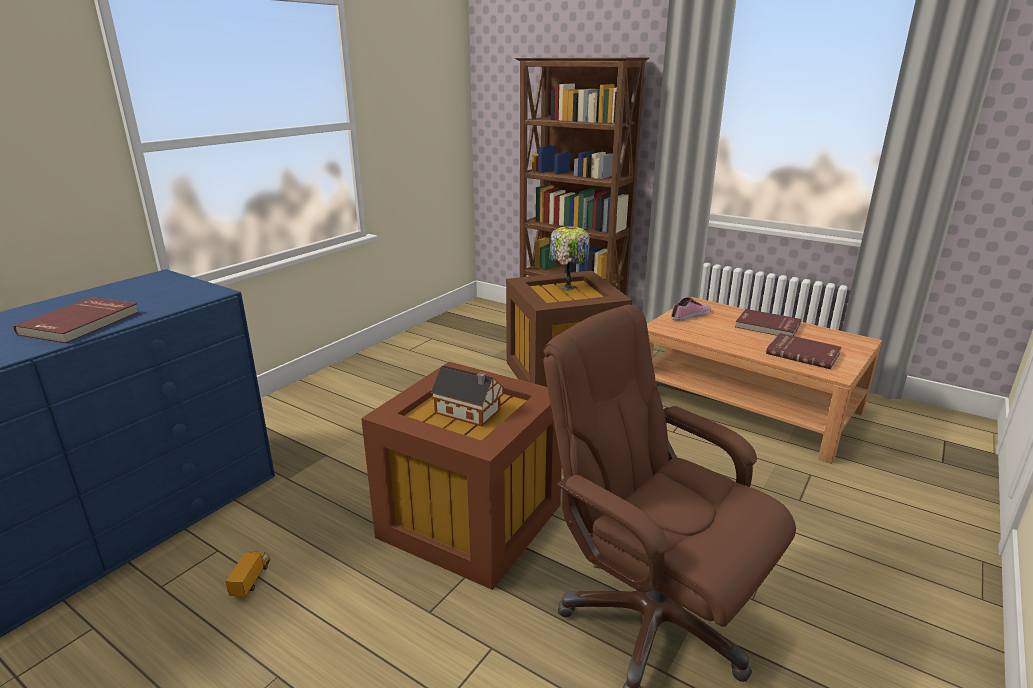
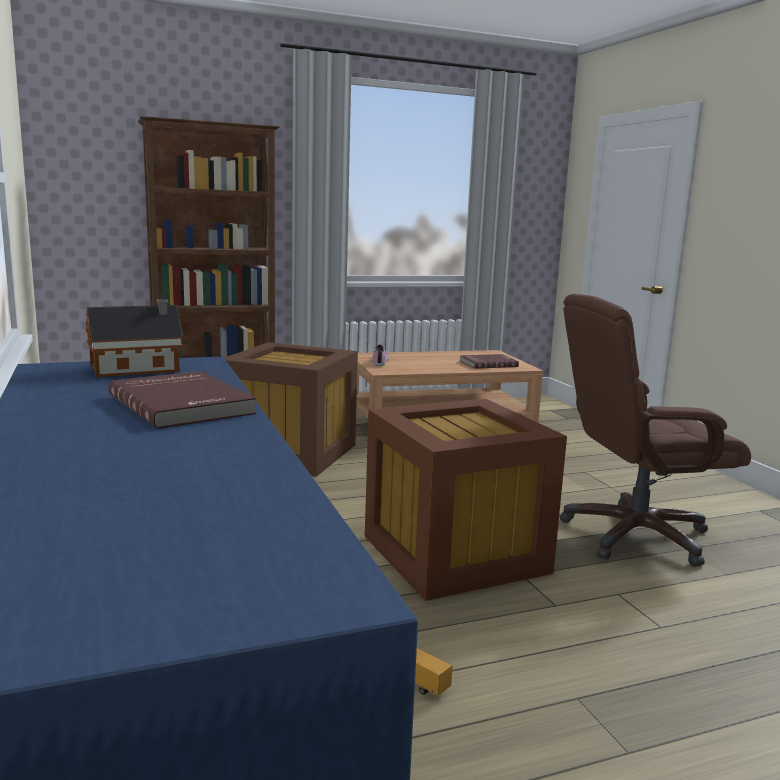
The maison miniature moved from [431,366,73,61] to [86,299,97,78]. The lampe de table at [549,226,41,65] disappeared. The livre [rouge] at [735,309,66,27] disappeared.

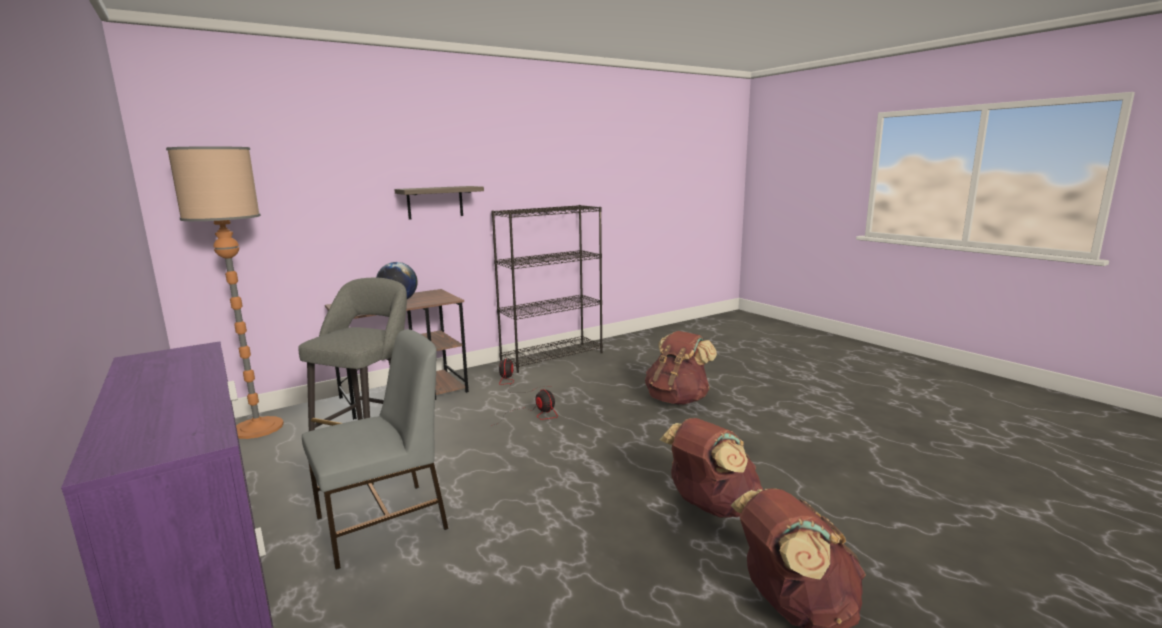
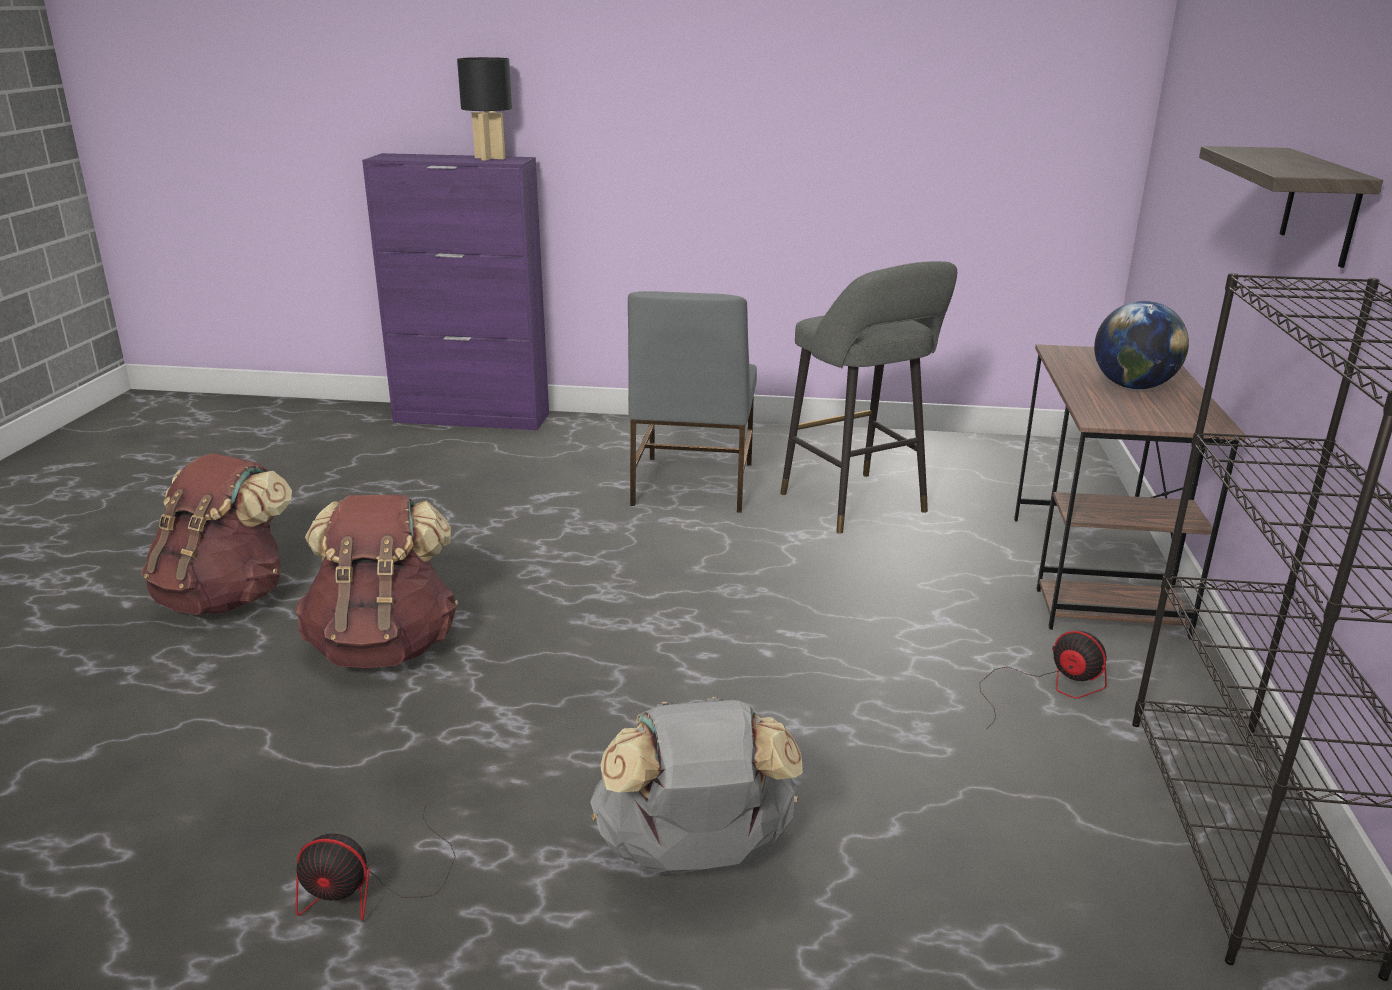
The ventilateur moved from [491,389,67,37] to [295,799,161,122]. The lampe de table [noir] at [457,57,55,104] appeared. The sac à dos [marron] at [645,331,72,74] became the sac à dos [gris] at [590,697,213,177]. The lampadaire at [166,146,118,293] disappeared.

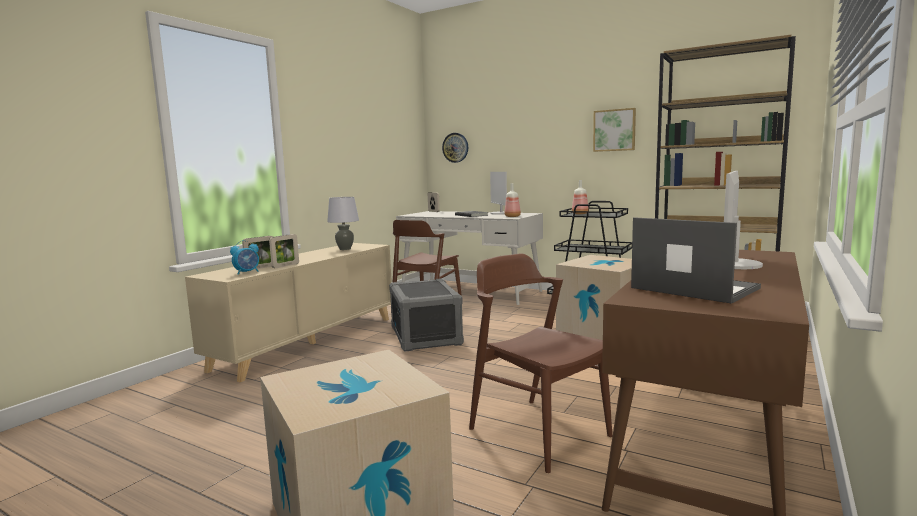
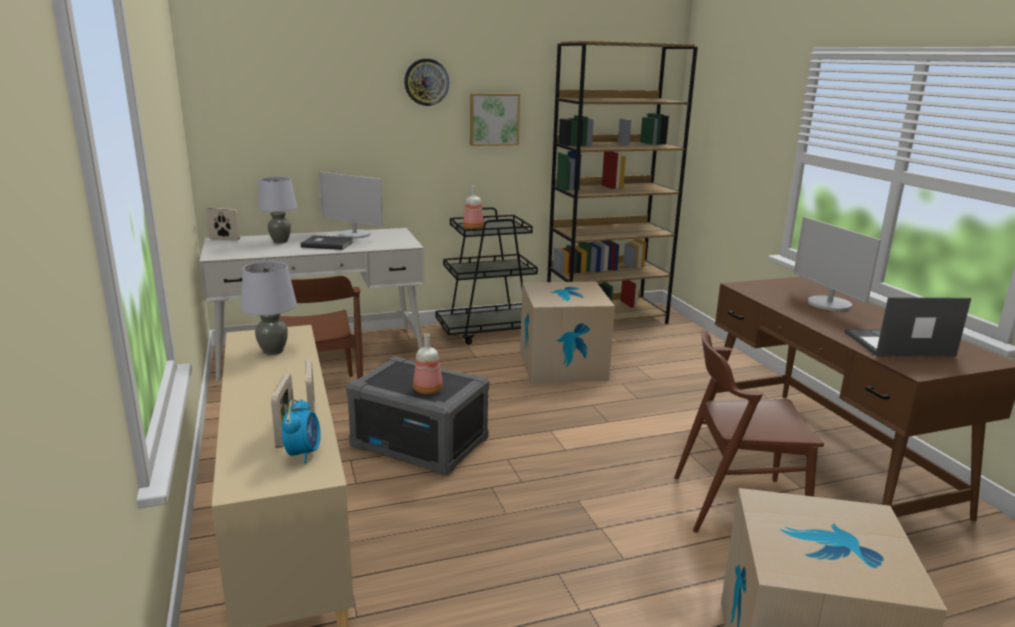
The lampe de table [gris] at [258,177,39,67] appeared. The horloge murale moved from [442,133,26,30] to [404,59,45,47]. The bouteille moved from [505,184,16,33] to [413,334,30,60].

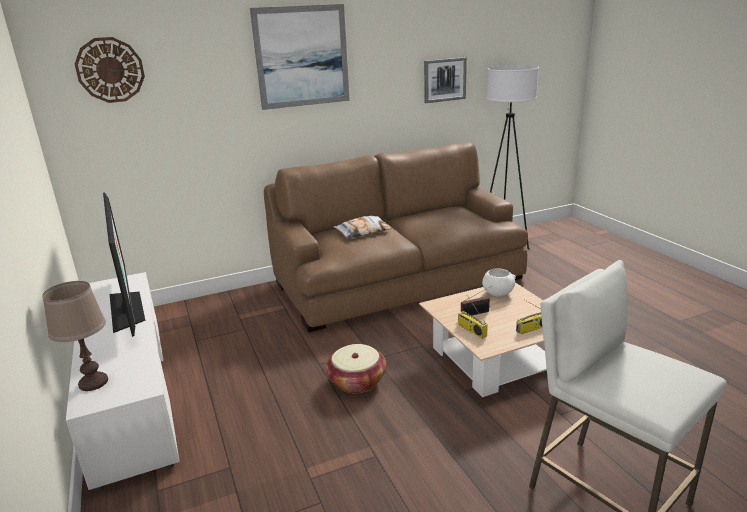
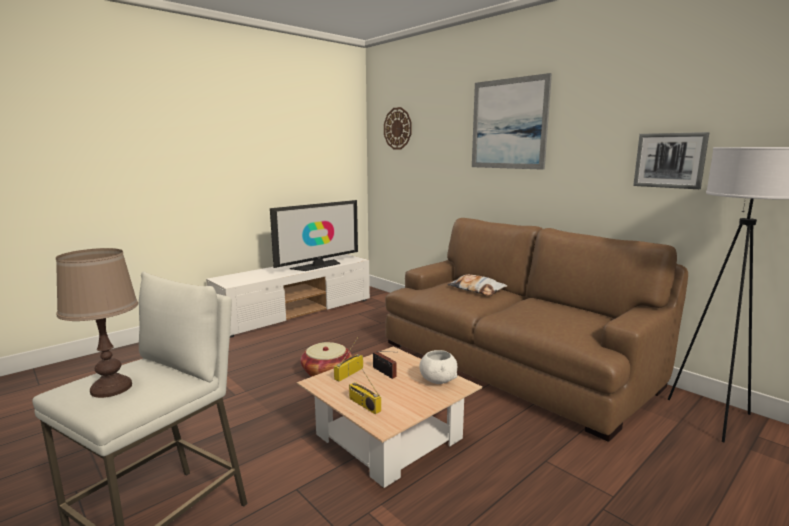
The lampe de table [marron] moved from [42,281,66,110] to [56,248,82,150].

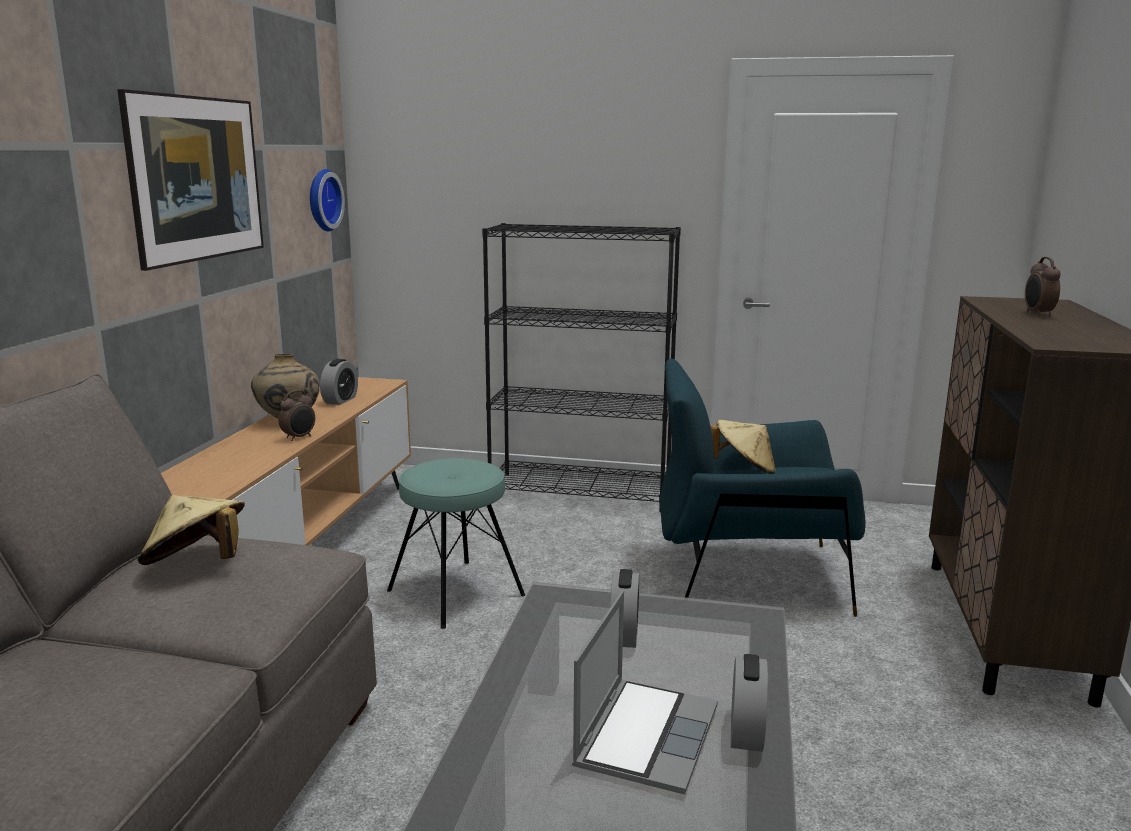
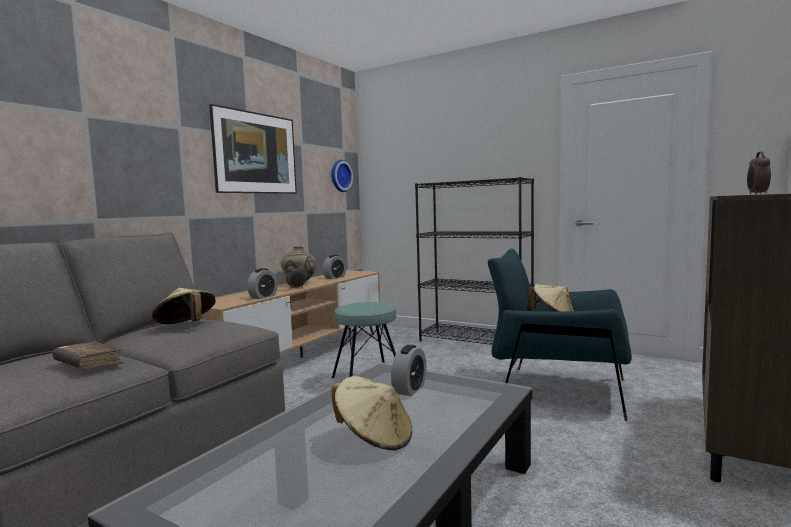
The livre [marron] at [52,341,73,28] appeared. The réveil moved from [731,654,37,98] to [247,268,31,31]. The ordinateur portable at [572,591,146,204] was replaced by the chapeau [beige] at [332,376,81,74].

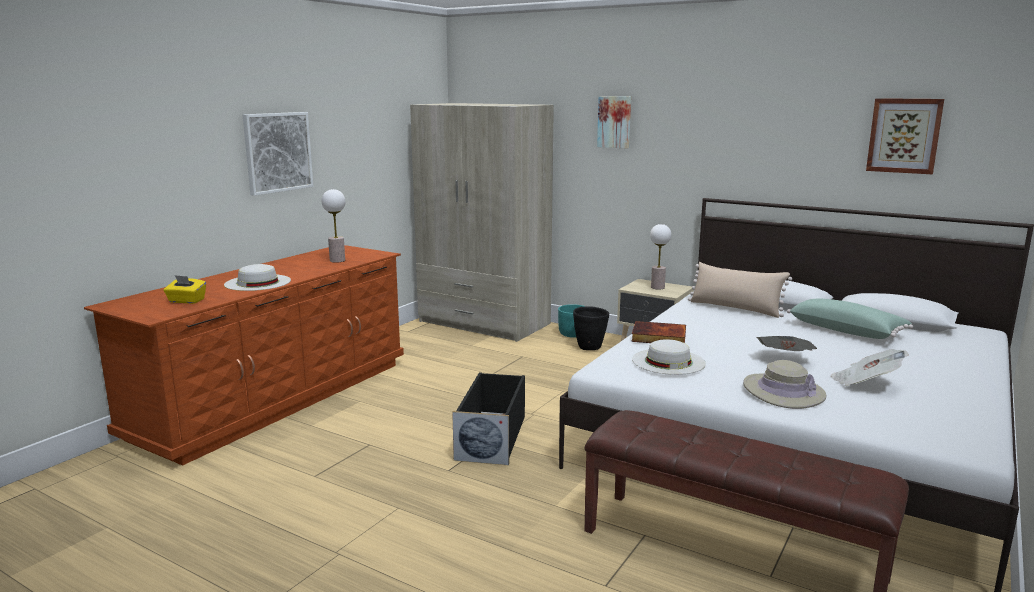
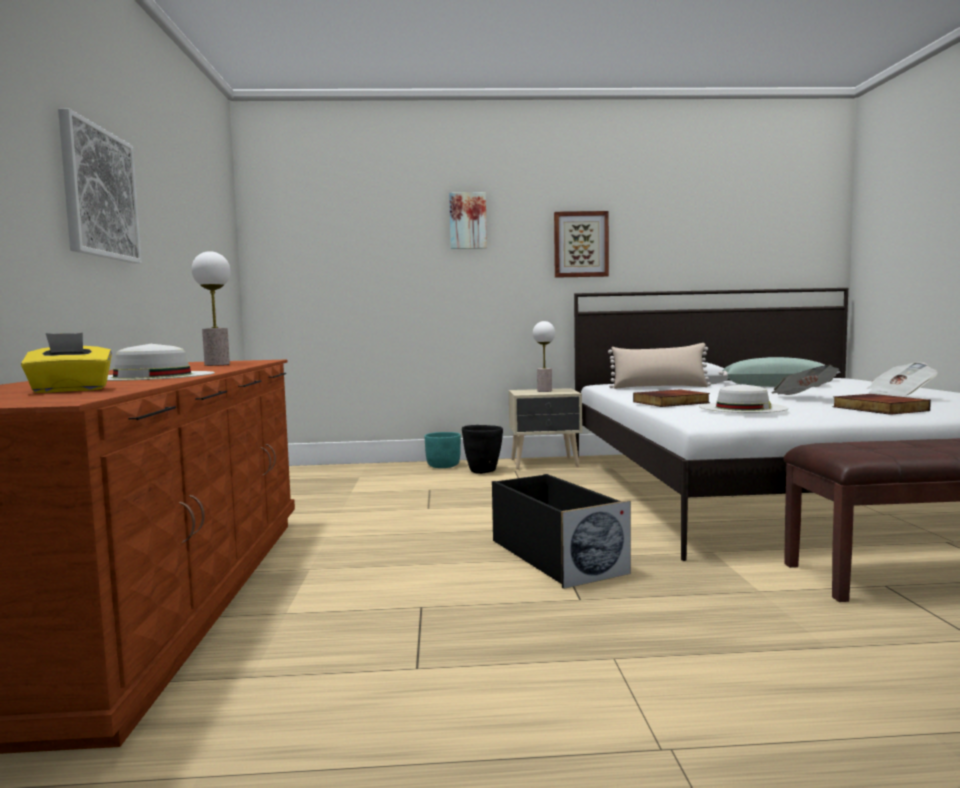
The tableau moved from [866,98,78,76] to [554,211,55,67]. The chapeau [beige] at [743,360,84,49] was replaced by the livre at [833,394,98,21]. The armoire [beige] at [410,103,144,239] disappeared.

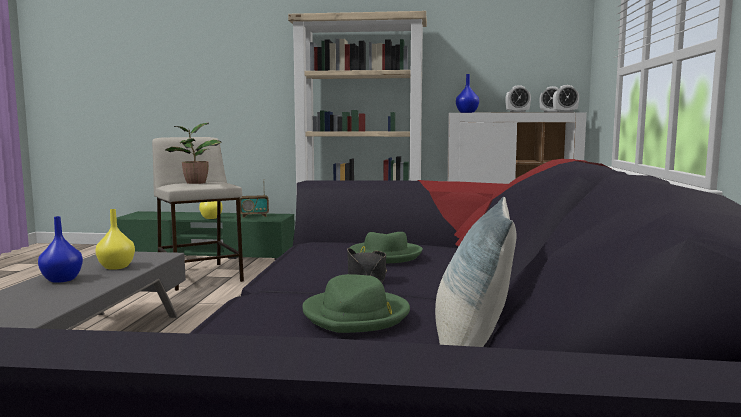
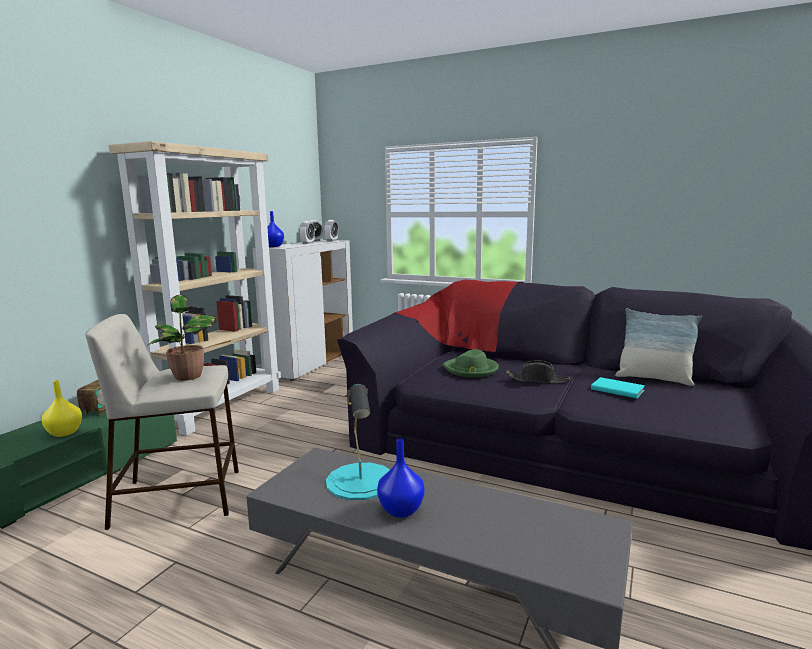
The vase [jaune] at [95,209,40,61] was replaced by the lampe de table [turquoise] at [326,384,64,116]. The chapeau [vert] at [302,274,108,59] was replaced by the livre [turquoise] at [591,377,54,21].

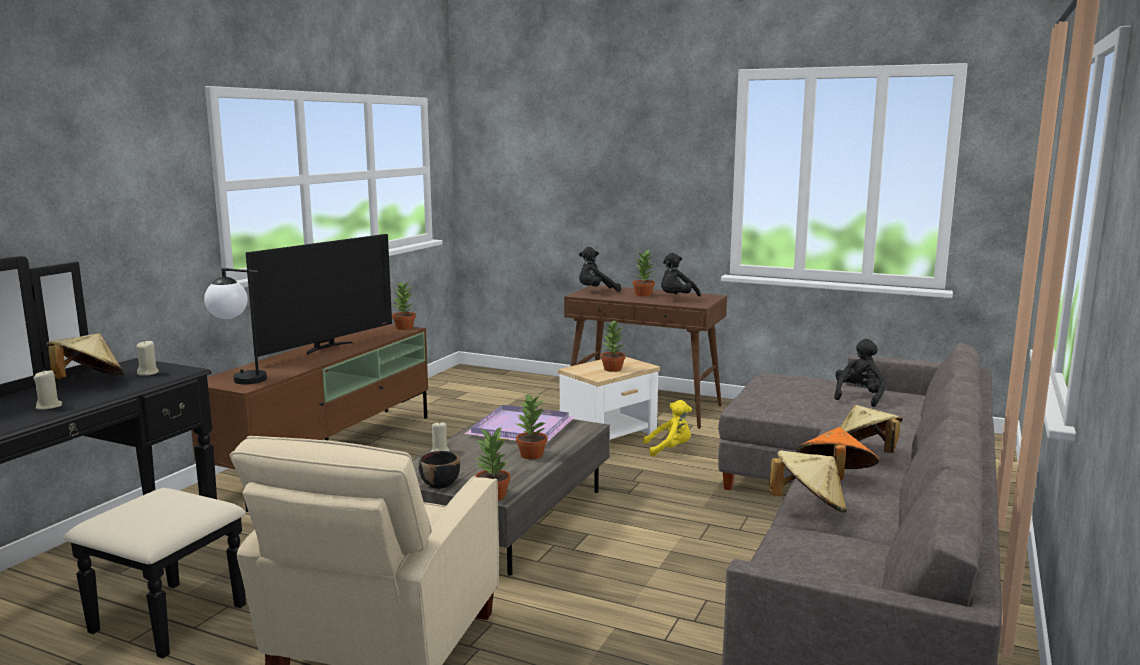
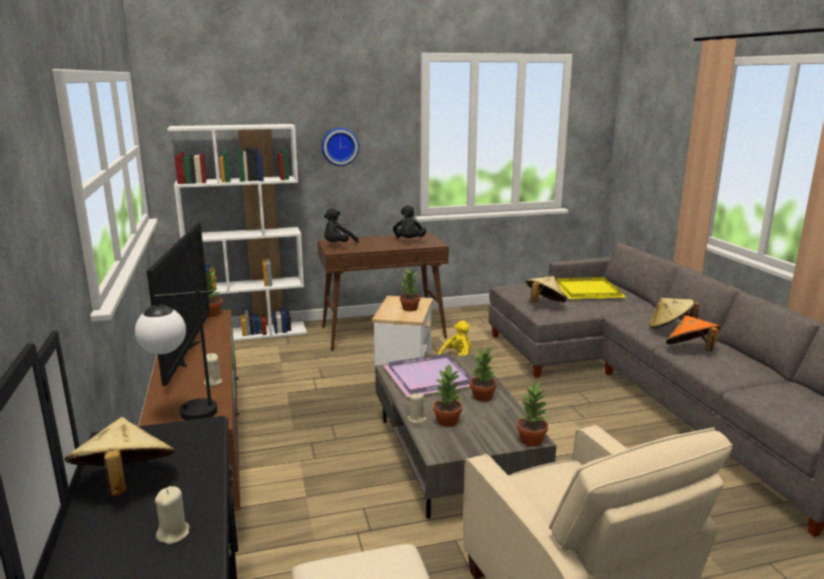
The bibliothèque [blanc] at [167,124,140,217] appeared. The bougie [beige] moved from [136,340,23,36] to [204,353,18,33]. The horloge murale at [322,128,37,38] appeared. The plante en pot moved from [633,250,22,47] to [433,364,29,63]. The chapeau [beige] moved from [769,450,78,63] to [526,276,41,27]. The peluche [noir] at [834,339,52,68] was replaced by the plateau [jaune] at [557,277,69,23]. The bol [noir] at [419,451,41,38] disappeared.

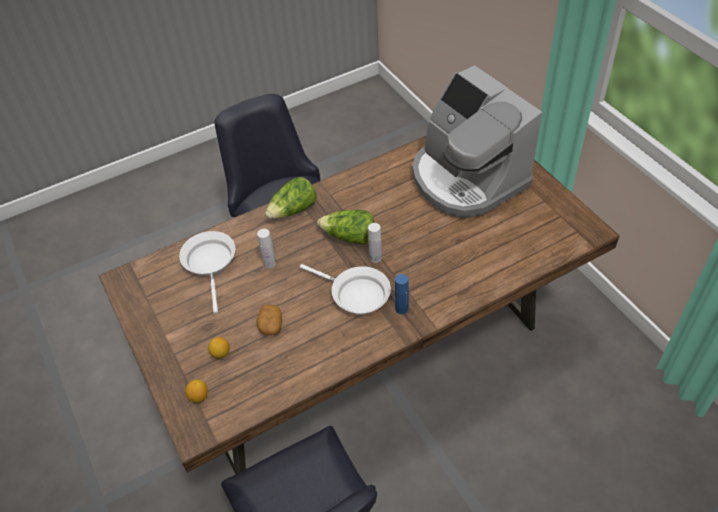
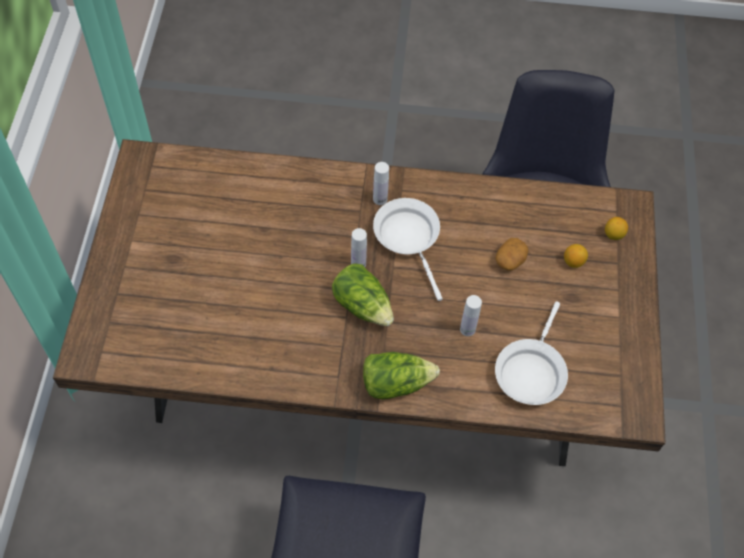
The bouteille [bleu] at [395,274,14,40] became the bouteille [blanc] at [373,162,16,43]. The machine à café at [412,65,130,154] disappeared.

